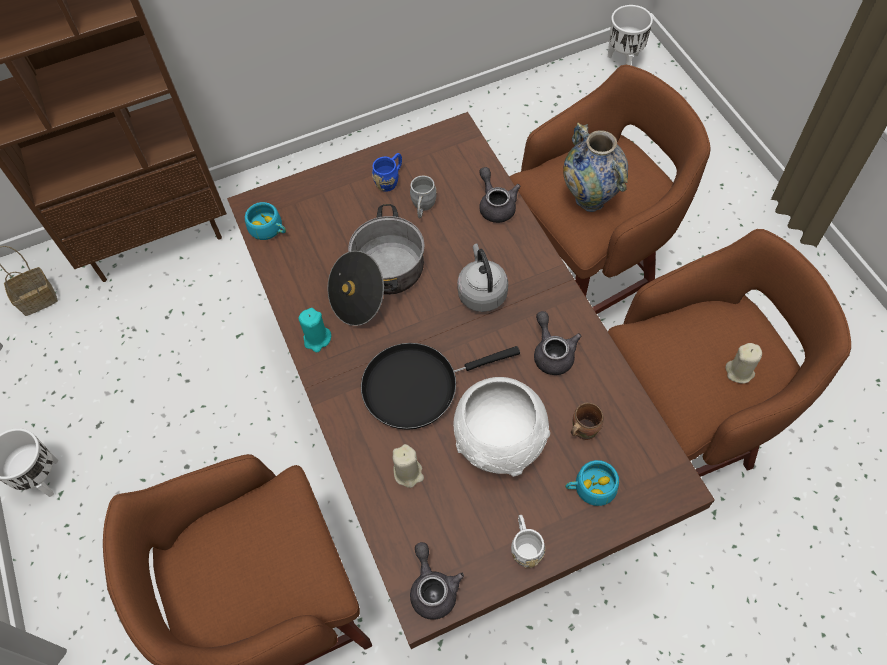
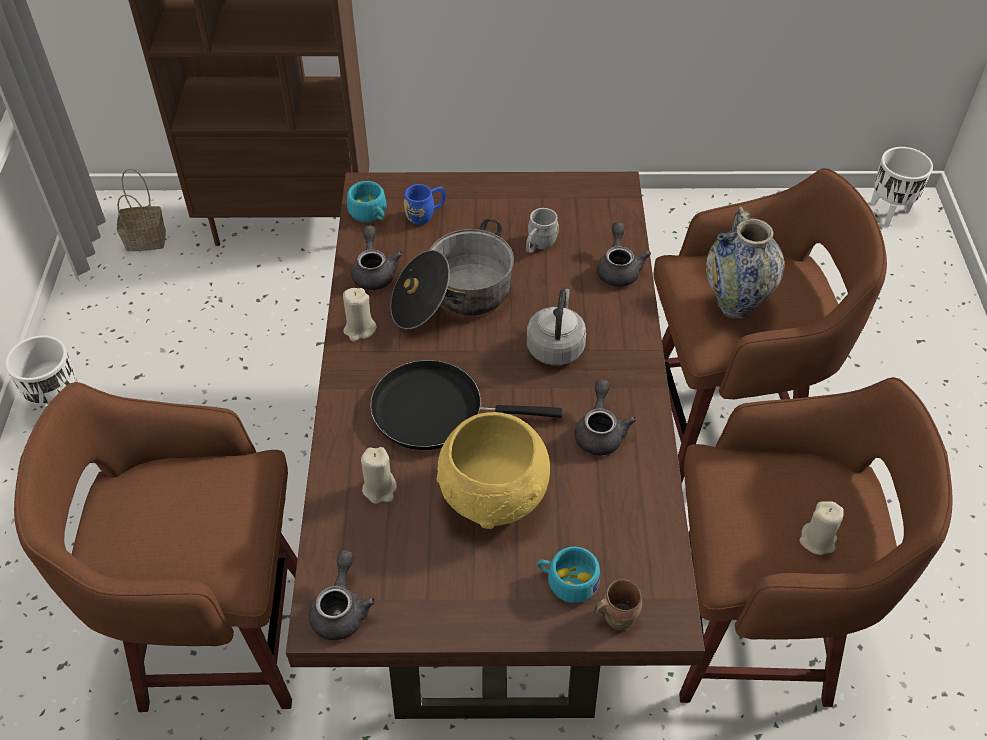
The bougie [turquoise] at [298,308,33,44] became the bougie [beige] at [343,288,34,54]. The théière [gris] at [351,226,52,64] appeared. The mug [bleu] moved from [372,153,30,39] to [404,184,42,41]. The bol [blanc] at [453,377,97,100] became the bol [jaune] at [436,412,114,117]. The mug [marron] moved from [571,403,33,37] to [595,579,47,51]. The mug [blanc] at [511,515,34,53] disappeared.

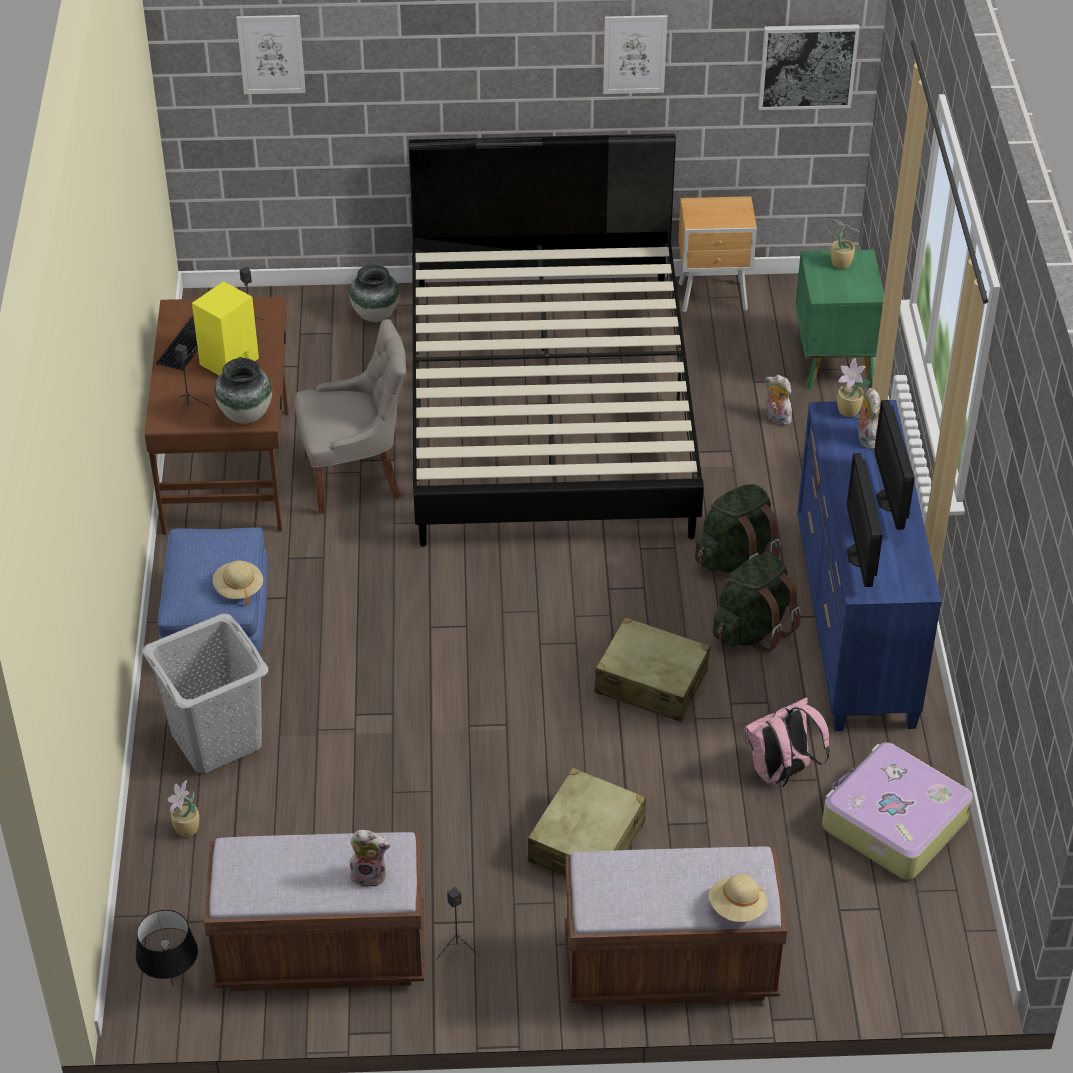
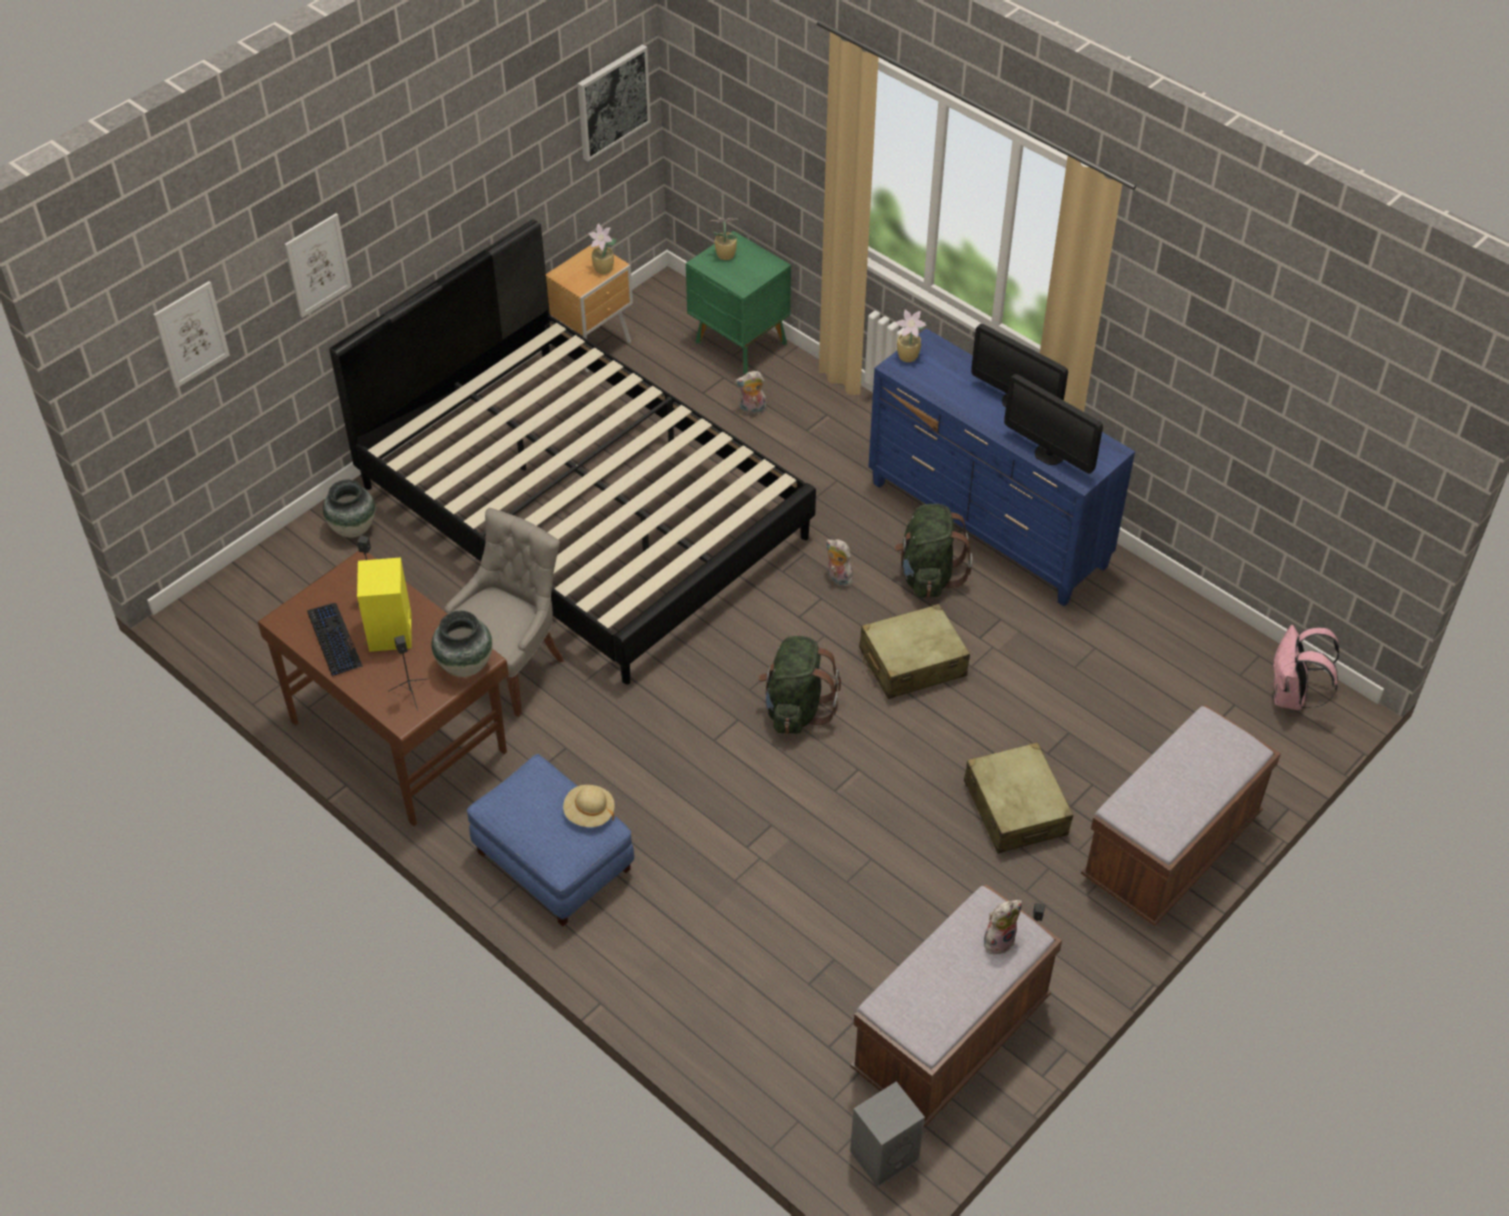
The tableau moved from [603,15,64,79] to [284,213,68,105]. The plante en pot moved from [167,780,32,57] to [589,223,28,51]. The sac à dos [vert] moved from [695,484,86,89] to [758,636,83,98]. The peluche moved from [856,388,25,61] to [826,539,28,48]. The lampe de table [noir] at [136,910,62,76] was replaced by the enceinte [gris] at [850,1081,75,106]. The sac à dos [rose] moved from [744,697,86,90] to [1272,625,67,85]. The panier à linge [gris] at [142,614,126,159] disappeared. The chapeau [beige] at [709,874,59,48] disappeared. The valise at [822,742,151,138] disappeared.

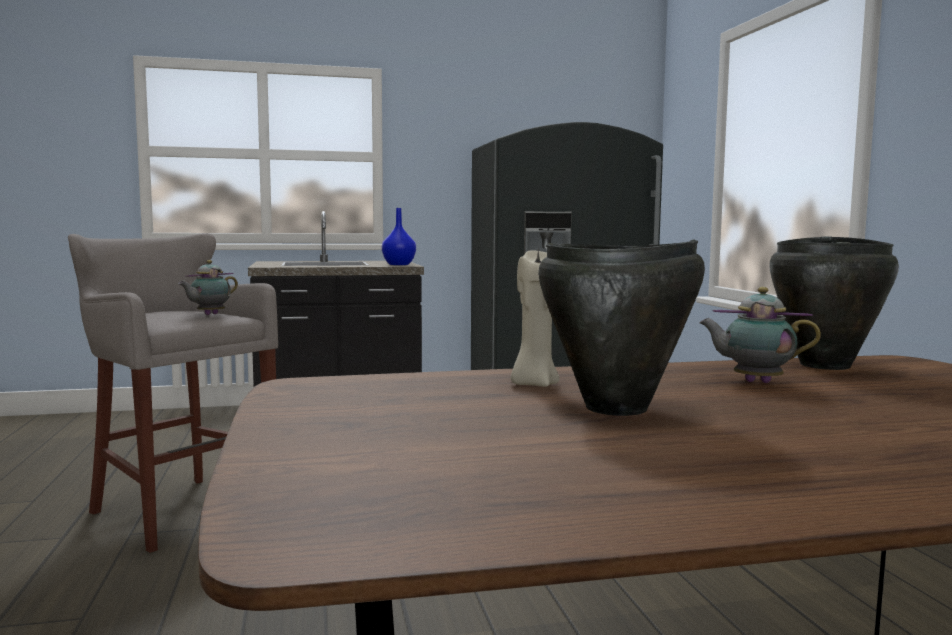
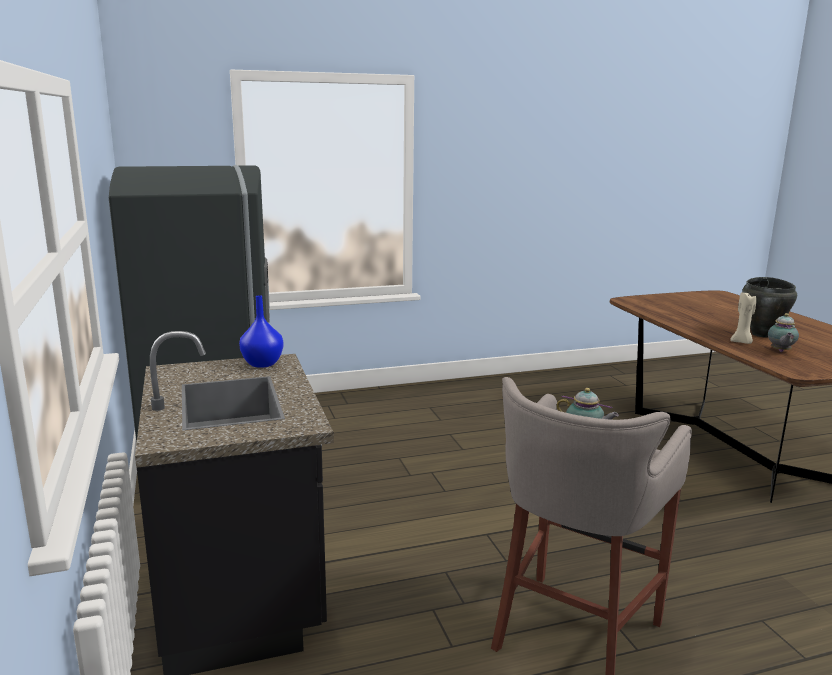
The théière moved from [699,287,122,96] to [768,313,31,39]. The marmite [noir] at [769,236,130,134] disappeared.

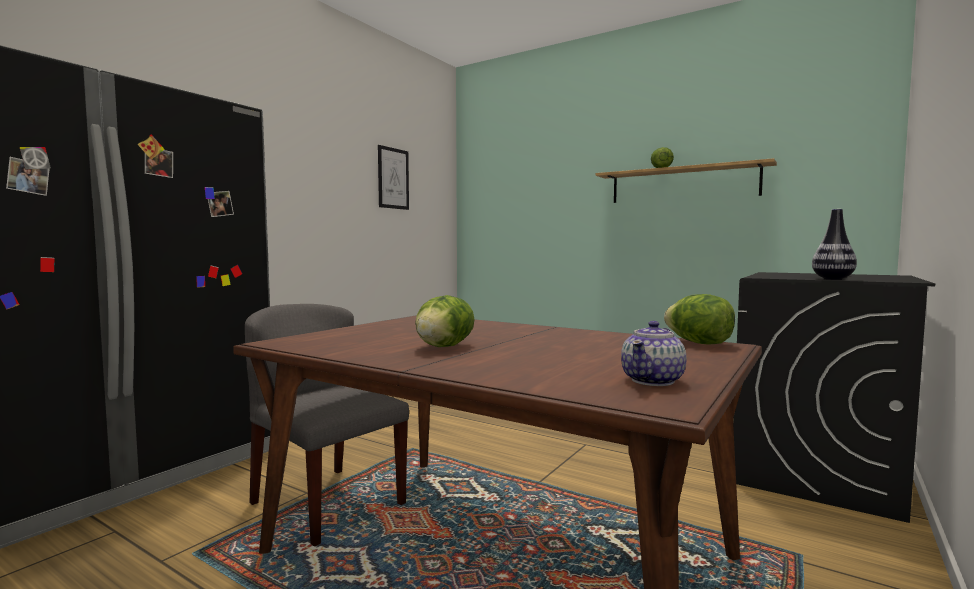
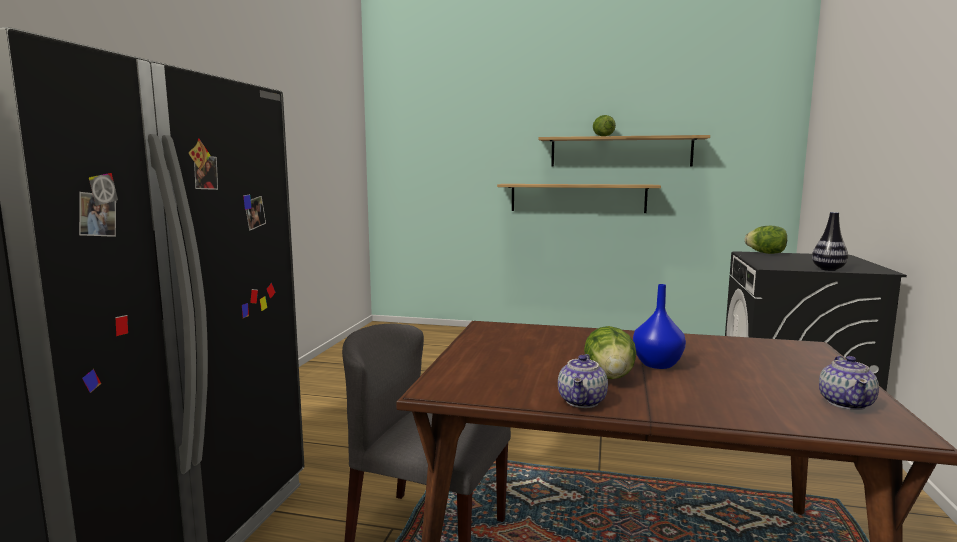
The étagère at [497,184,164,29] appeared. The théière at [558,354,50,54] appeared. The vase [bleu] at [633,284,53,85] appeared. The laitue moved from [664,294,71,51] to [745,226,42,28]. The tableau at [378,145,31,65] disappeared.

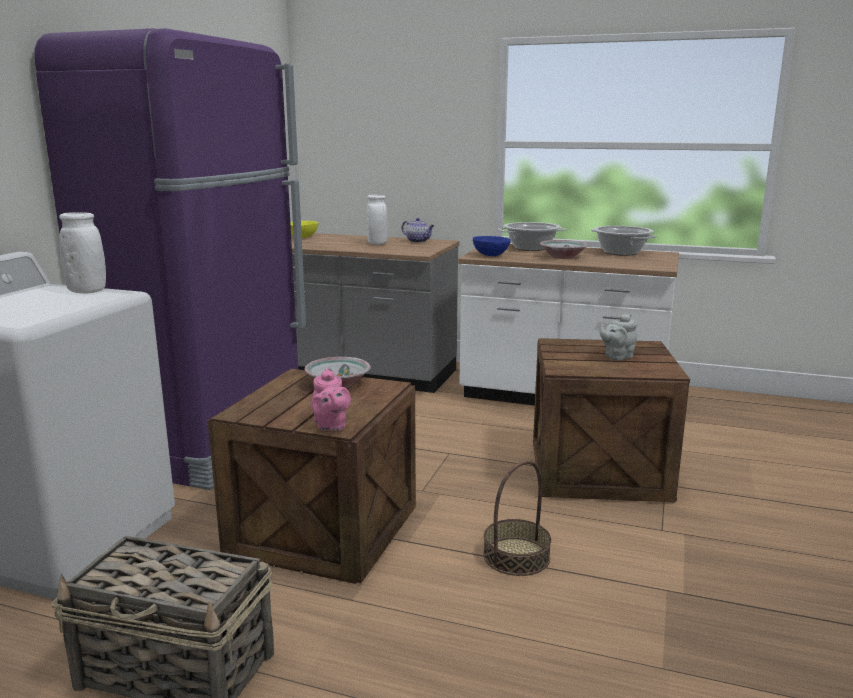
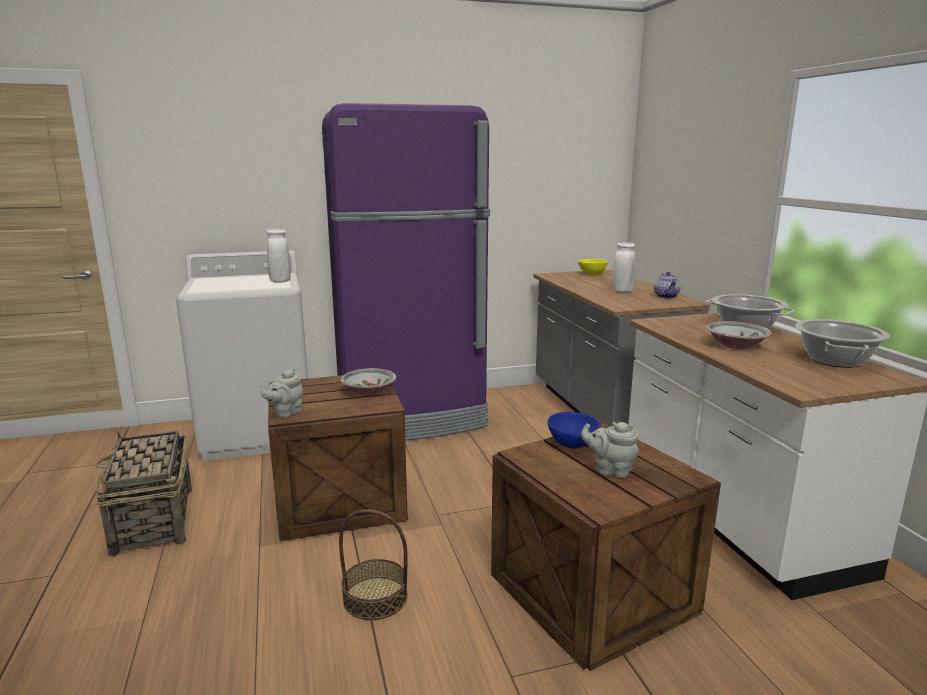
The théière [rose] at [311,368,40,63] became the théière [gris] at [261,369,42,49]. The bol [bleu] moved from [473,236,38,20] to [547,412,54,37].

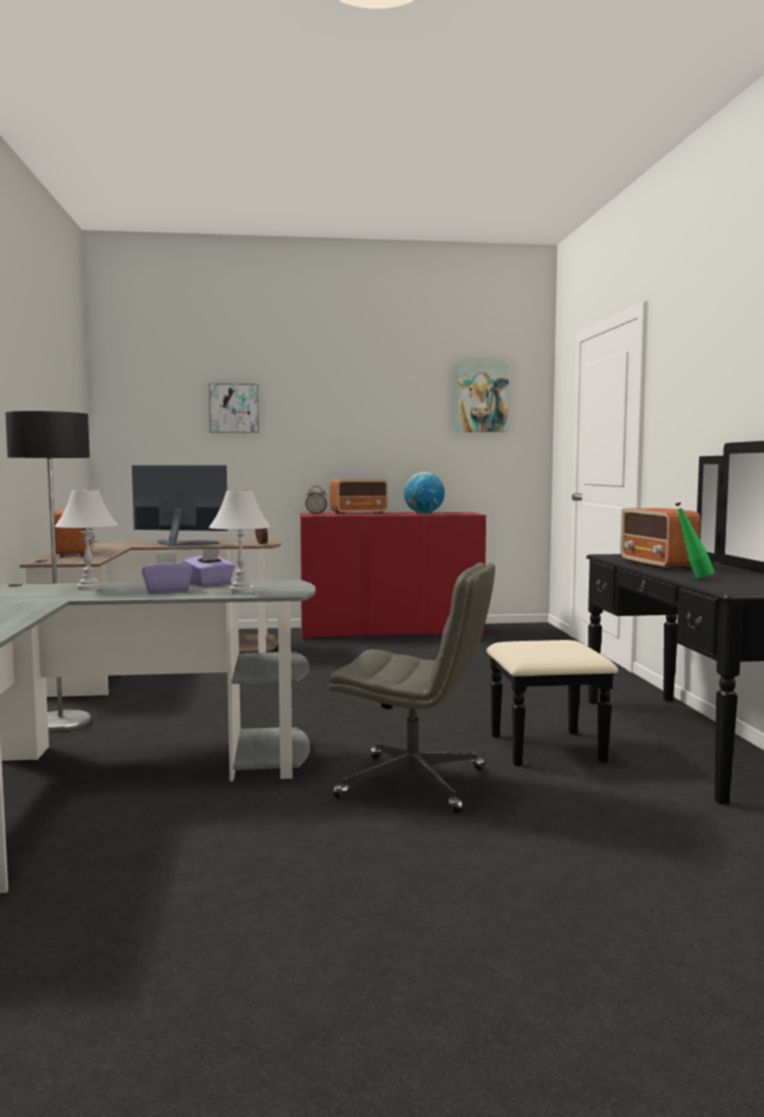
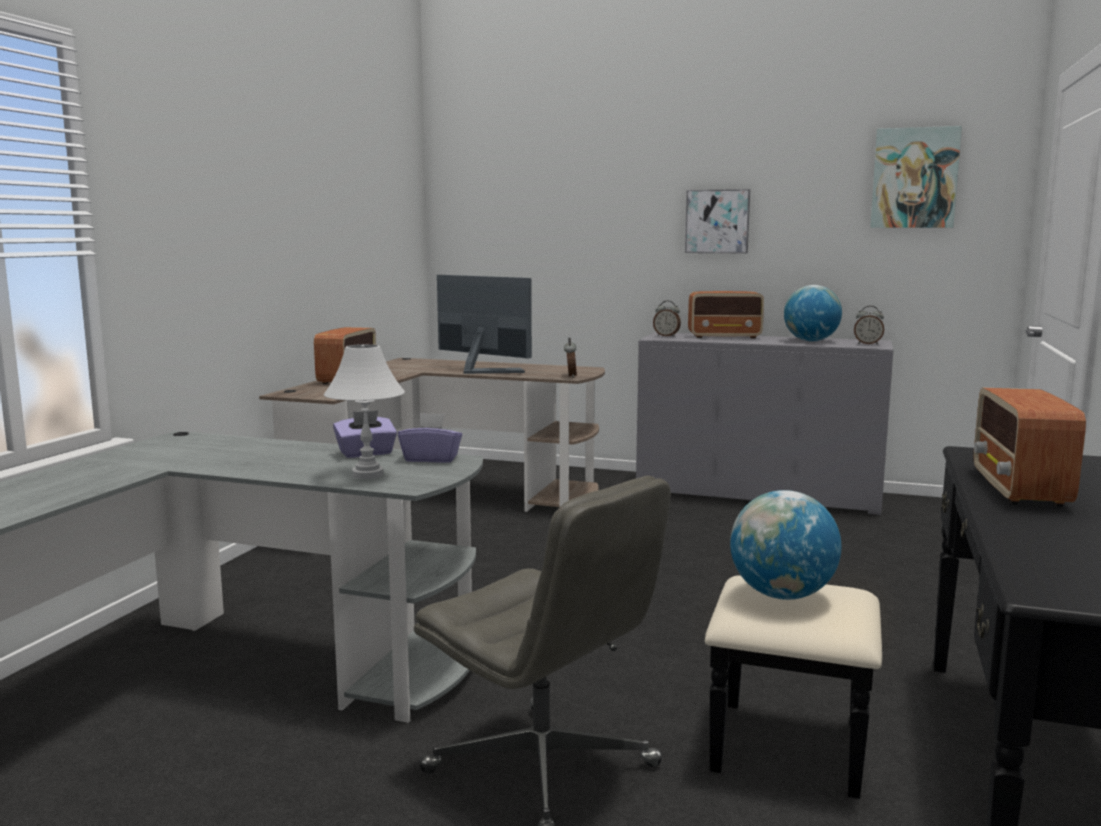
The boîte à mouchoirs [violet] moved from [141,552,52,41] to [398,413,64,50]. The meuble de rangement [rouge] at [300,512,186,128] became the meuble de rangement [gris] at [636,332,257,183]. The tableau moved from [209,383,50,50] to [685,189,65,64]. The globe at [730,490,111,110] appeared. The réveil at [854,306,30,39] appeared. The lampadaire at [5,411,86,321] disappeared. The lampe de table [blanc] at [55,489,63,102] disappeared. The bouteille [vert] at [675,502,40,76] disappeared.

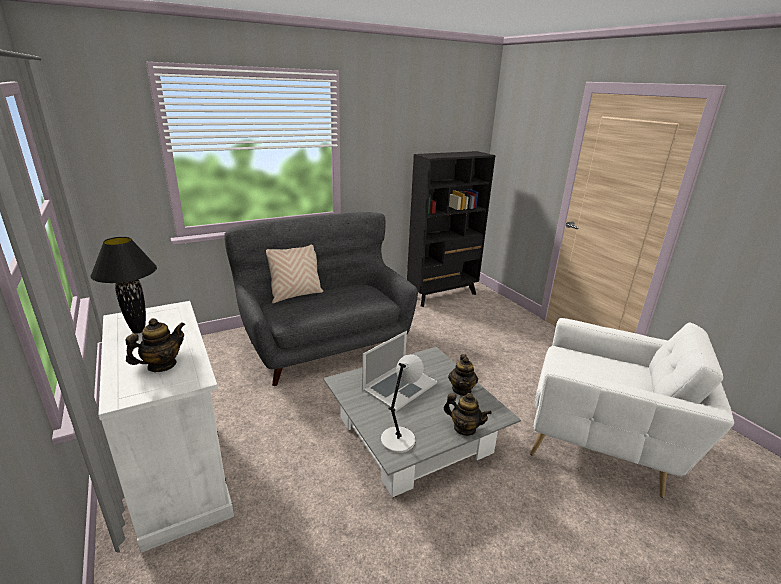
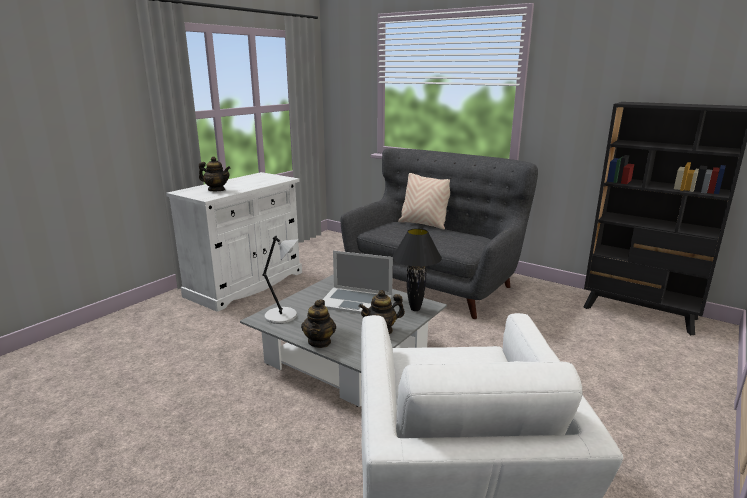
The lampe de table [noir] moved from [90,237,67,97] to [392,228,50,83].

